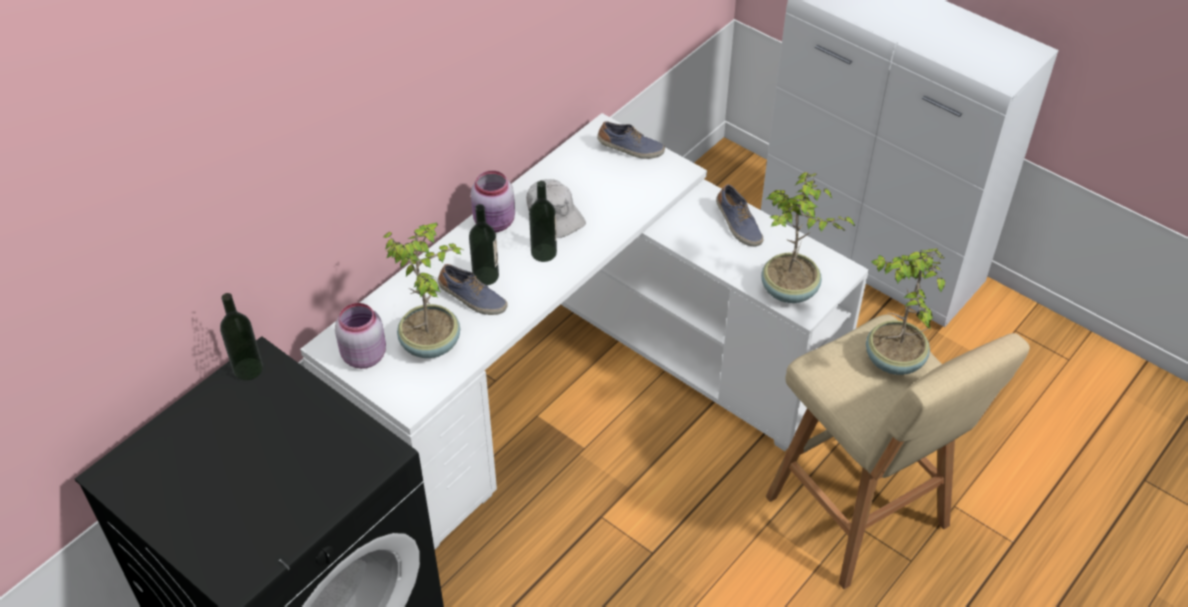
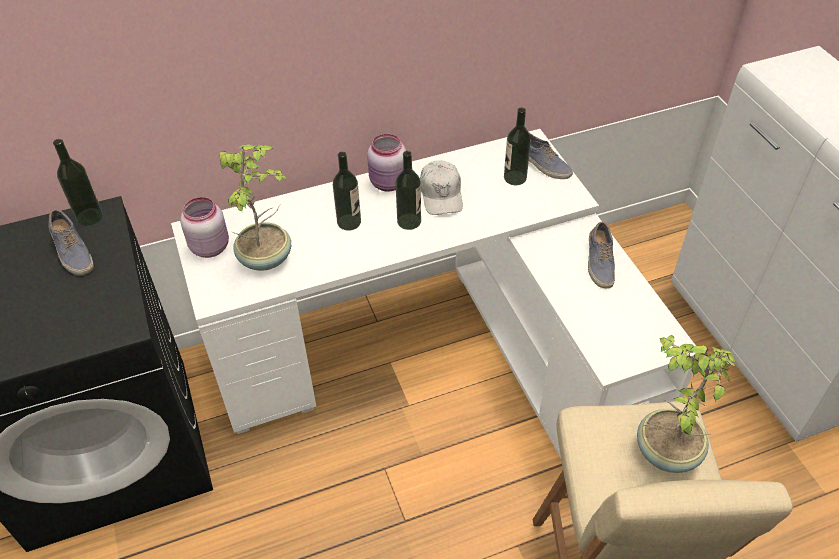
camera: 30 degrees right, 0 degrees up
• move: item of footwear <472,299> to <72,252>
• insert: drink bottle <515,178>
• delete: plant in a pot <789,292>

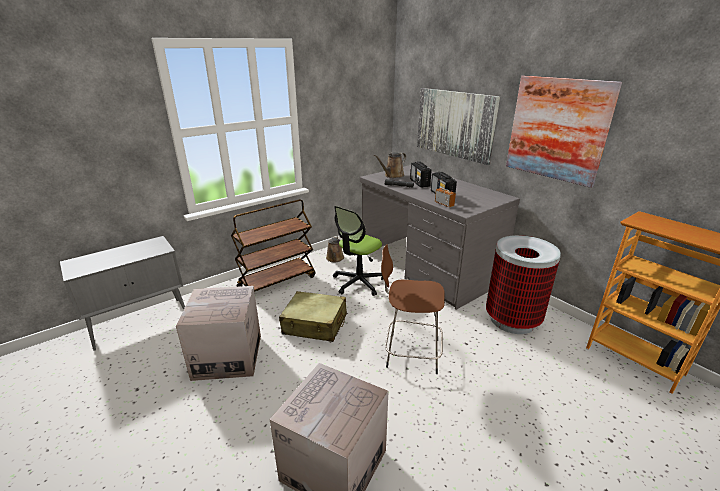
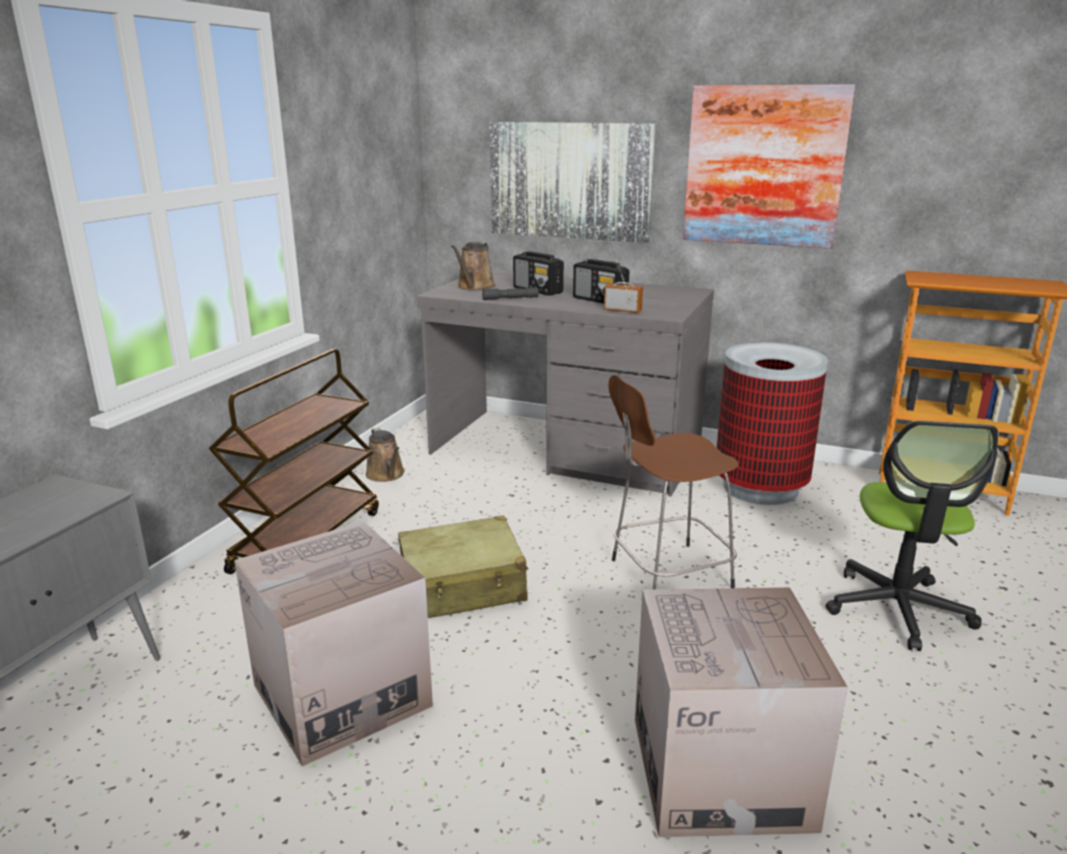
camera: 30 degrees left, 5 degrees down
• move: desk chair <358,282> to <897,609>

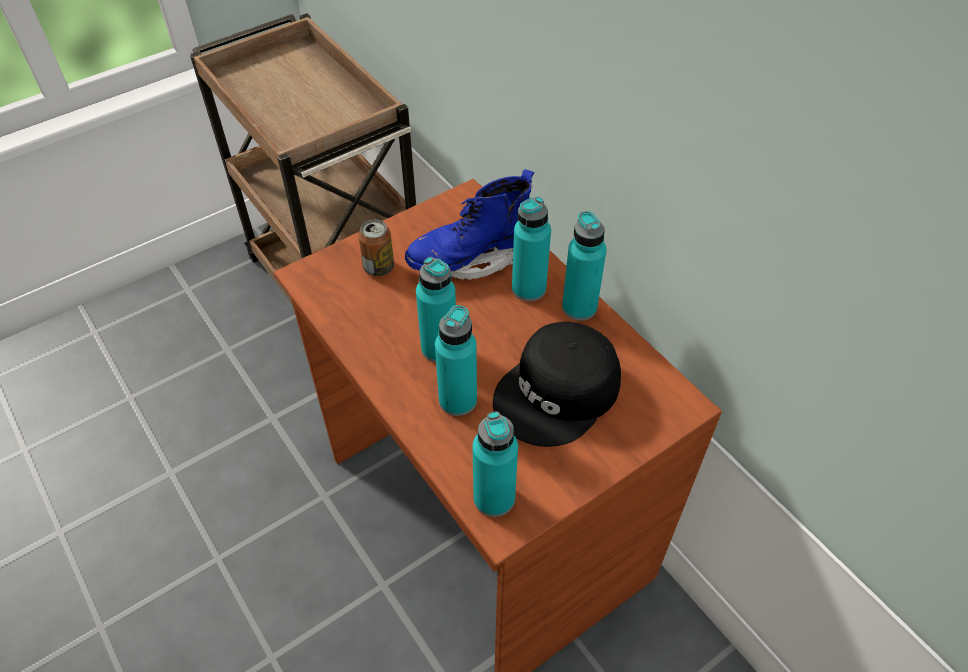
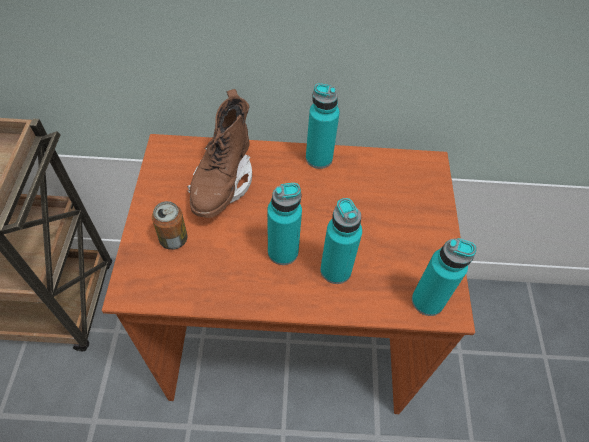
camera: 55 degrees left, 5 degrees up
• recolor: bluish tall boot <471,258> to brownish tall boot <222,182>
• delete: black-coloured baseball cap <559,393>
• delete: blue-green drink bottle <528,289>

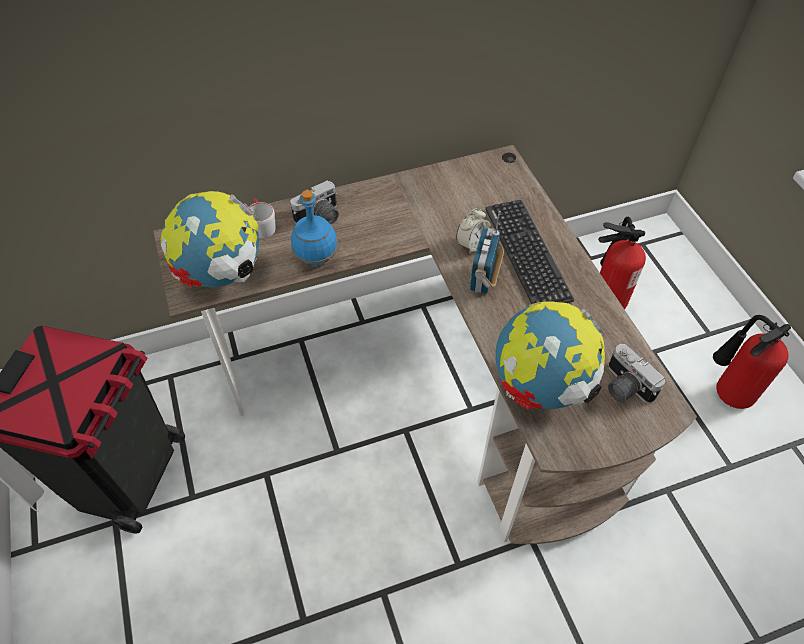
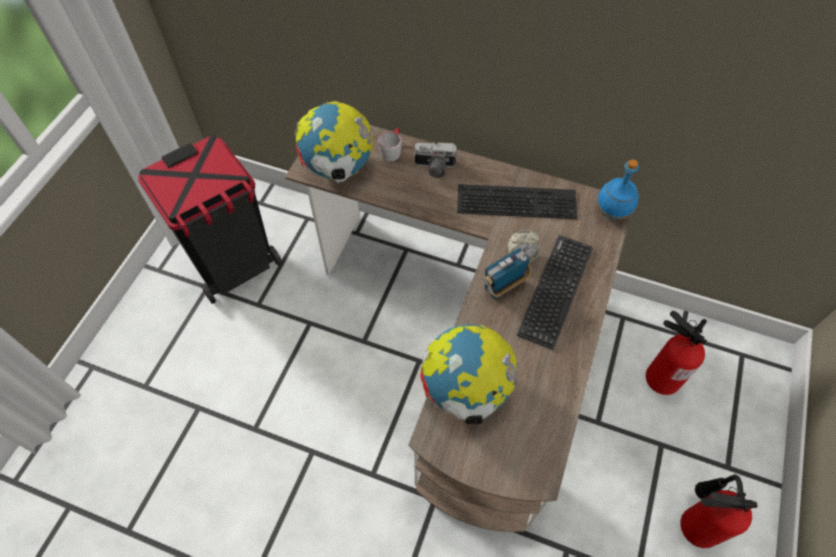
camera: 40 degrees right, 5 degrees up
• insert: keyboard <517,200>
• move: bluish drink bottle <316,260> to <611,213>
• delete: still camera <623,386>

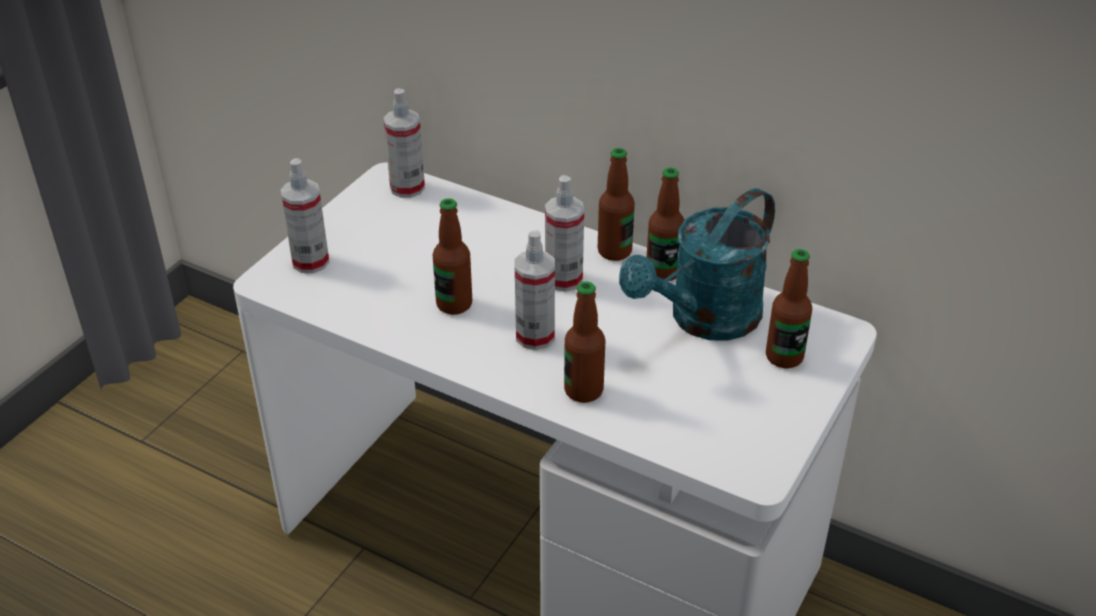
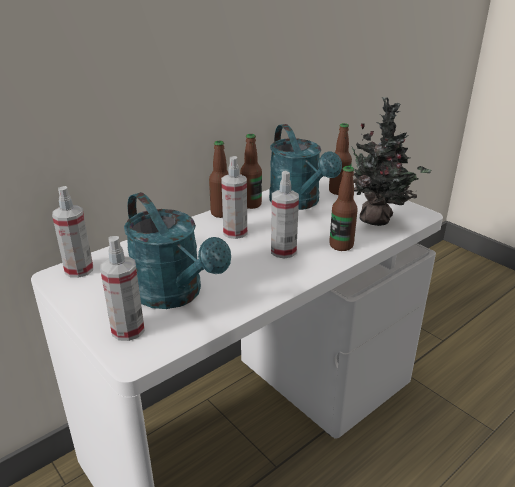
camera: 70 degrees left, 10 degrees down
• insert: blue-green sprinkling can <175,295>
• insert: plant in a pot <378,220>
• delete: drink bottle <454,304>

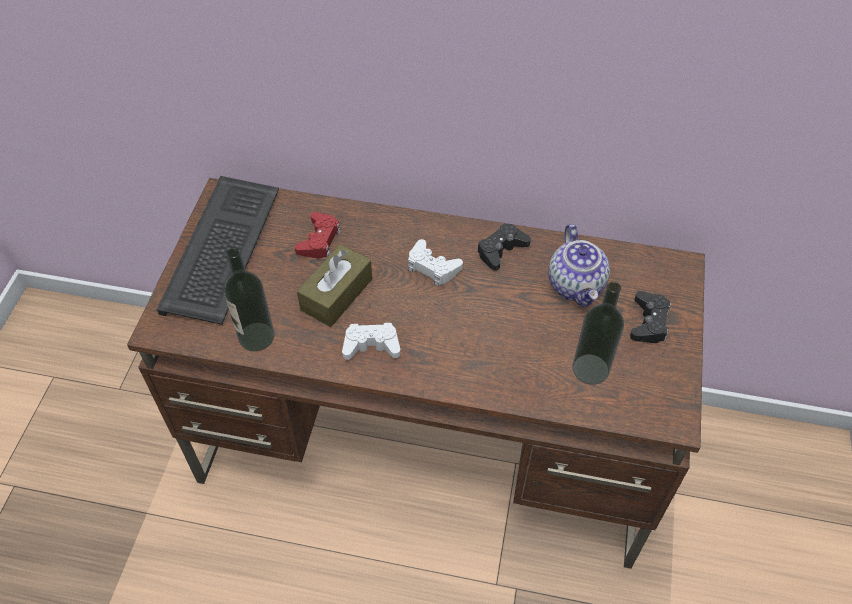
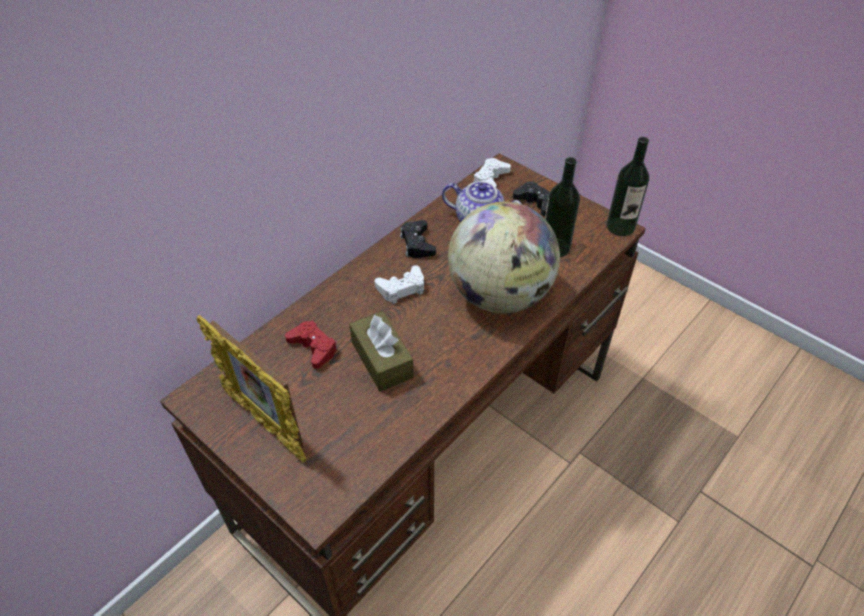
camera: 60 degrees left, 5 degrees down
• replace: keyboard <223,252> to standing frame <266,423>
• insert: desk globe <499,295>
• move: white game controller <371,345> to <490,179>
• move: drink bottle <256,336> to <620,227>

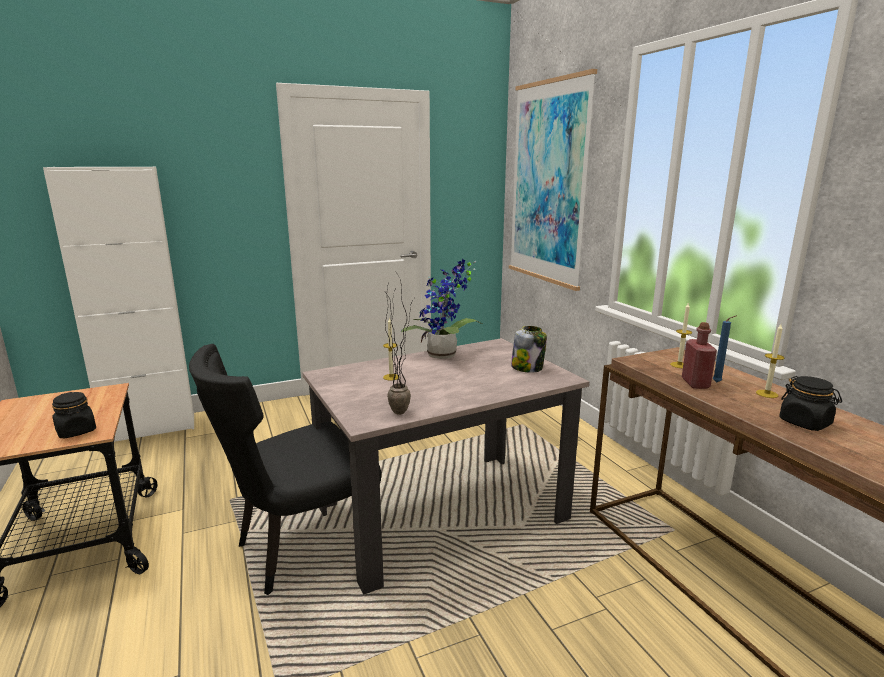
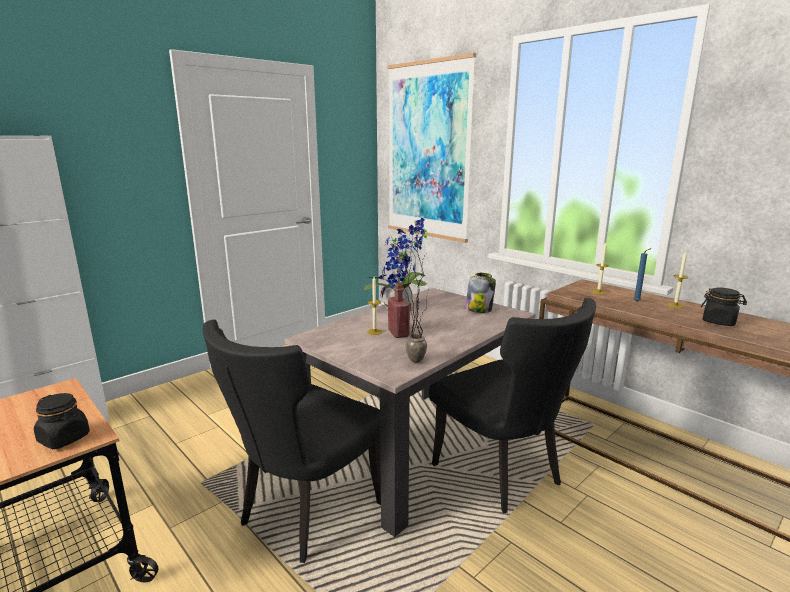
camera: 20 degrees left, 0 degrees up
• move: red-coloured drink bottle <695,383> to <398,333>
• insert: black-coloured plain chair <501,474>

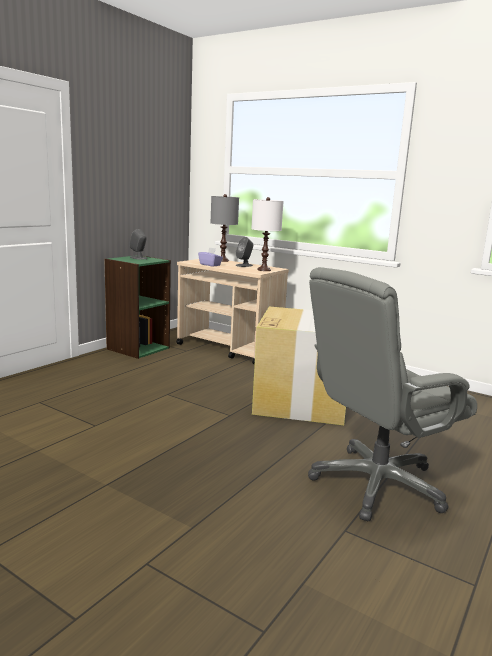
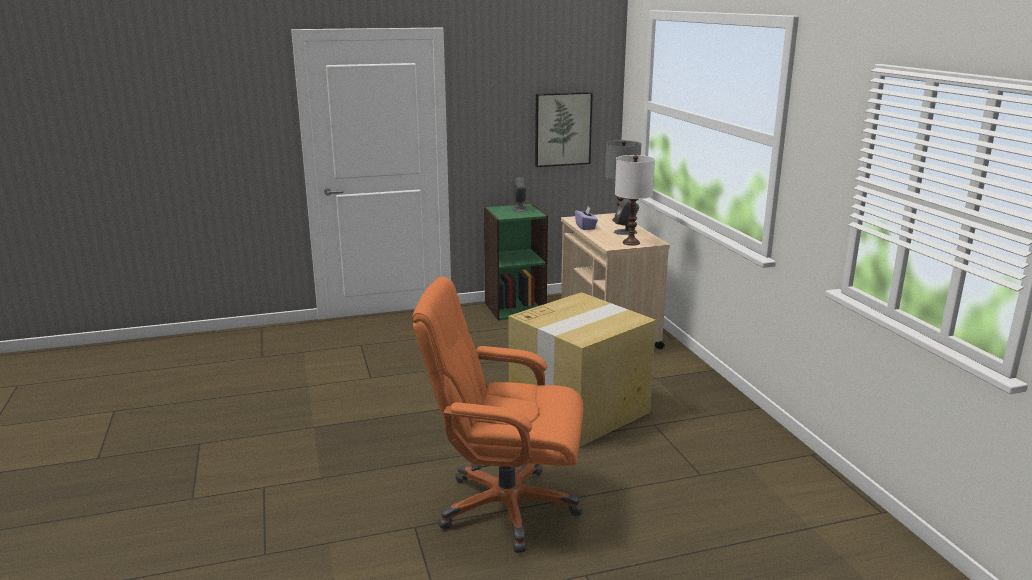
camera: 40 degrees right, 5 degrees up
• recolor: greyish desk chair <376,484> to orange desk chair <505,507>
• insert: wall art <562,129>

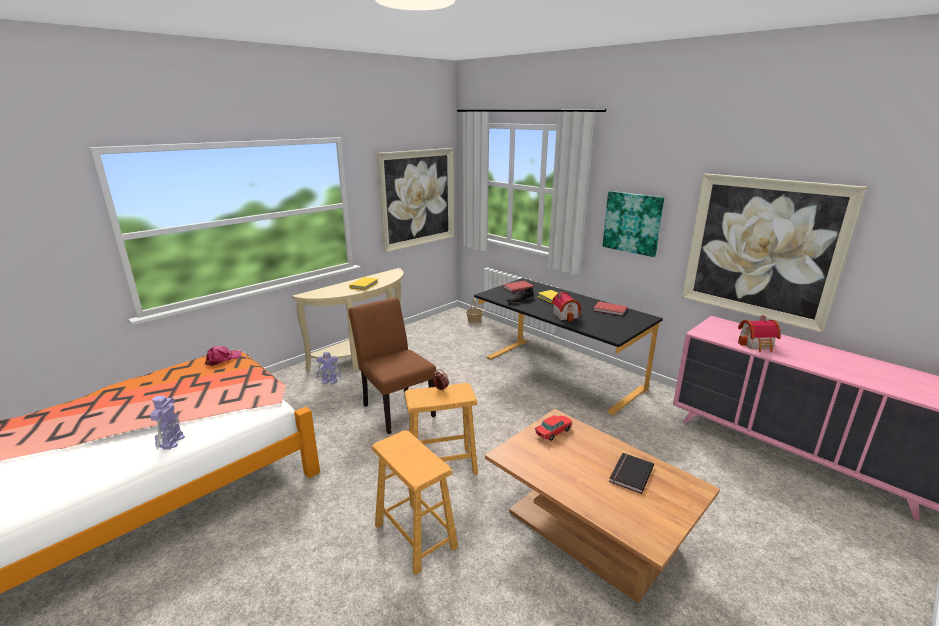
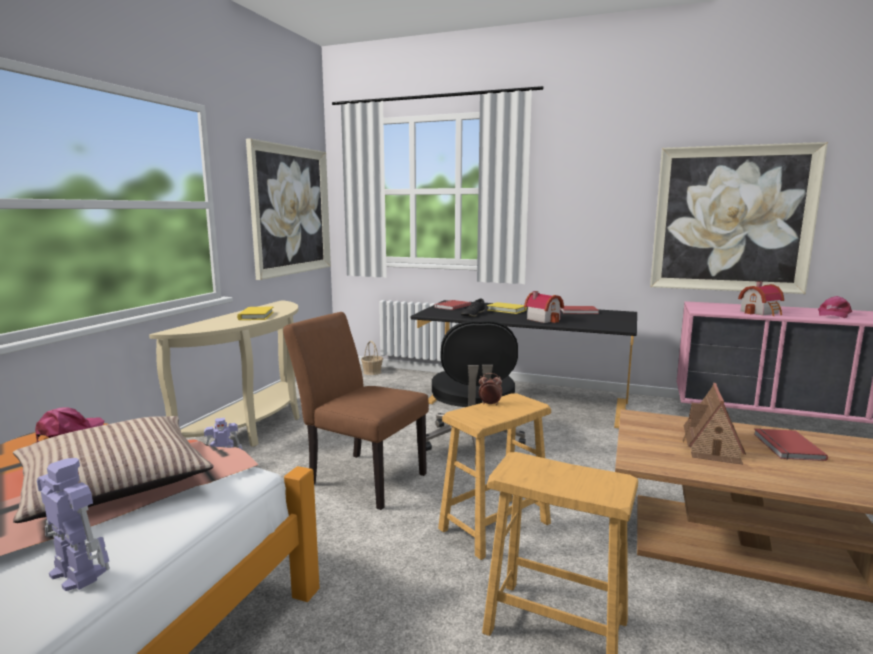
camera: 25 degrees left, 10 degrees down
• insert: cushion <114,482>
• rotate: robot figure <172,442> = <77,572> 150 degrees clockwise
• insert: black-coloured desk chair <472,442>
• insert: toy house <712,446>
• recolor: black-coloured bound book <629,474> to red-coloured bound book <786,447>
• insert: pinkish baseball cap <833,314>
• delete: miniature car <553,432>
• delete: wall art <632,223>

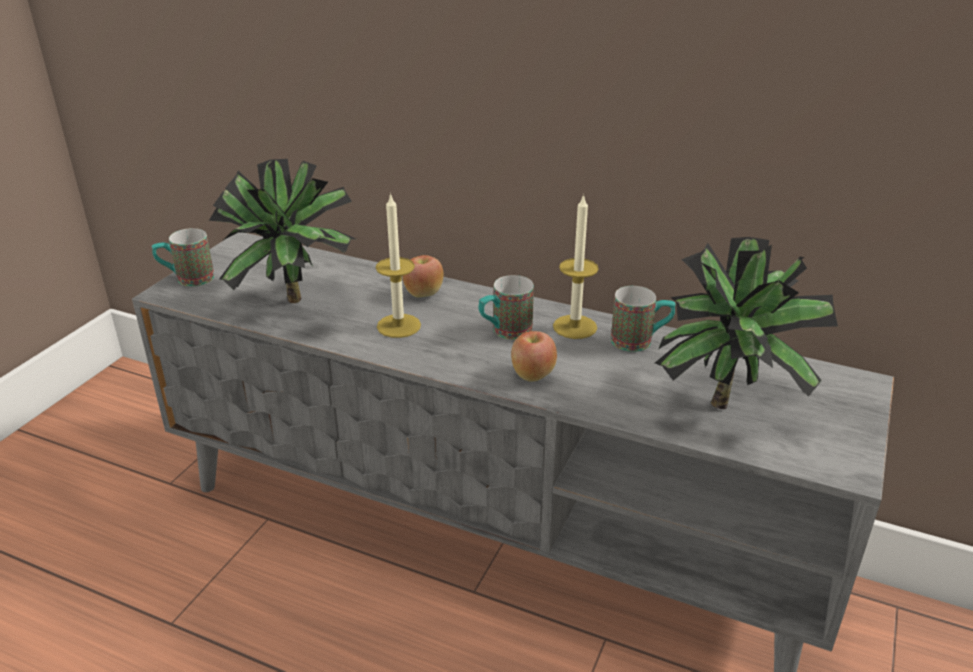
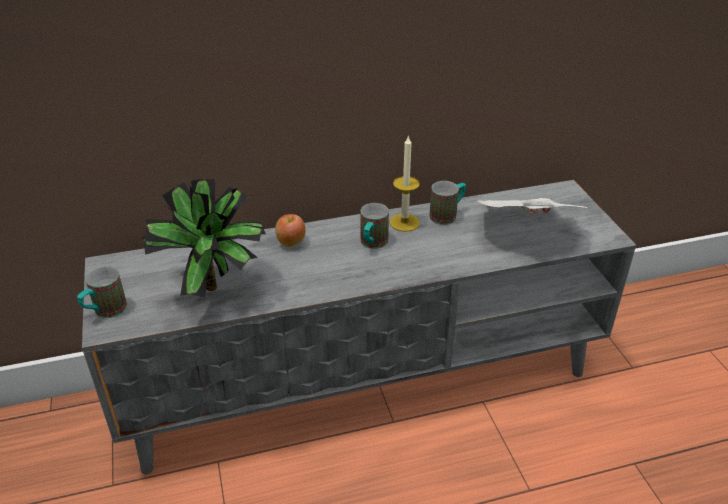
camera: 40 degrees left, 5 degrees up
• replace: plant in a pot <730,402> to newspaper <527,228>
• delete: wax candle <398,326>
• delete: apple <532,375>

